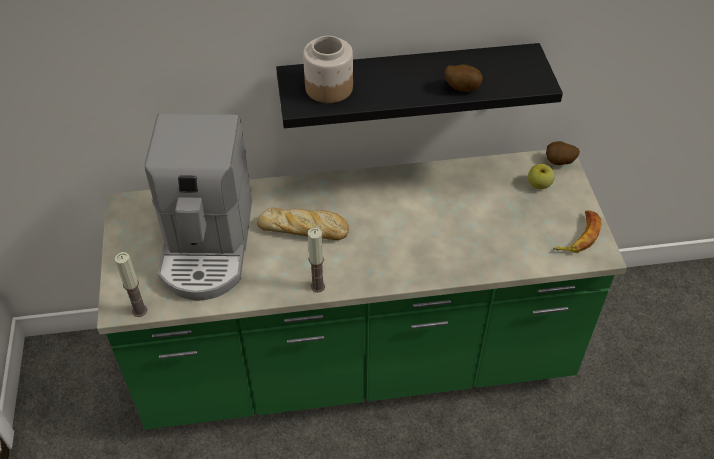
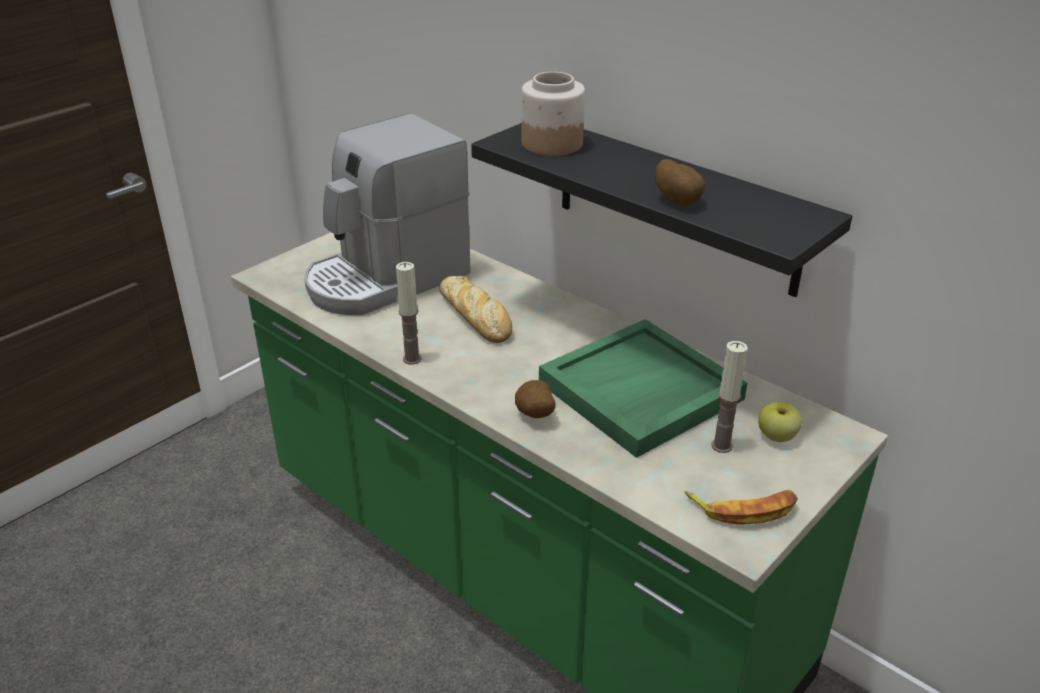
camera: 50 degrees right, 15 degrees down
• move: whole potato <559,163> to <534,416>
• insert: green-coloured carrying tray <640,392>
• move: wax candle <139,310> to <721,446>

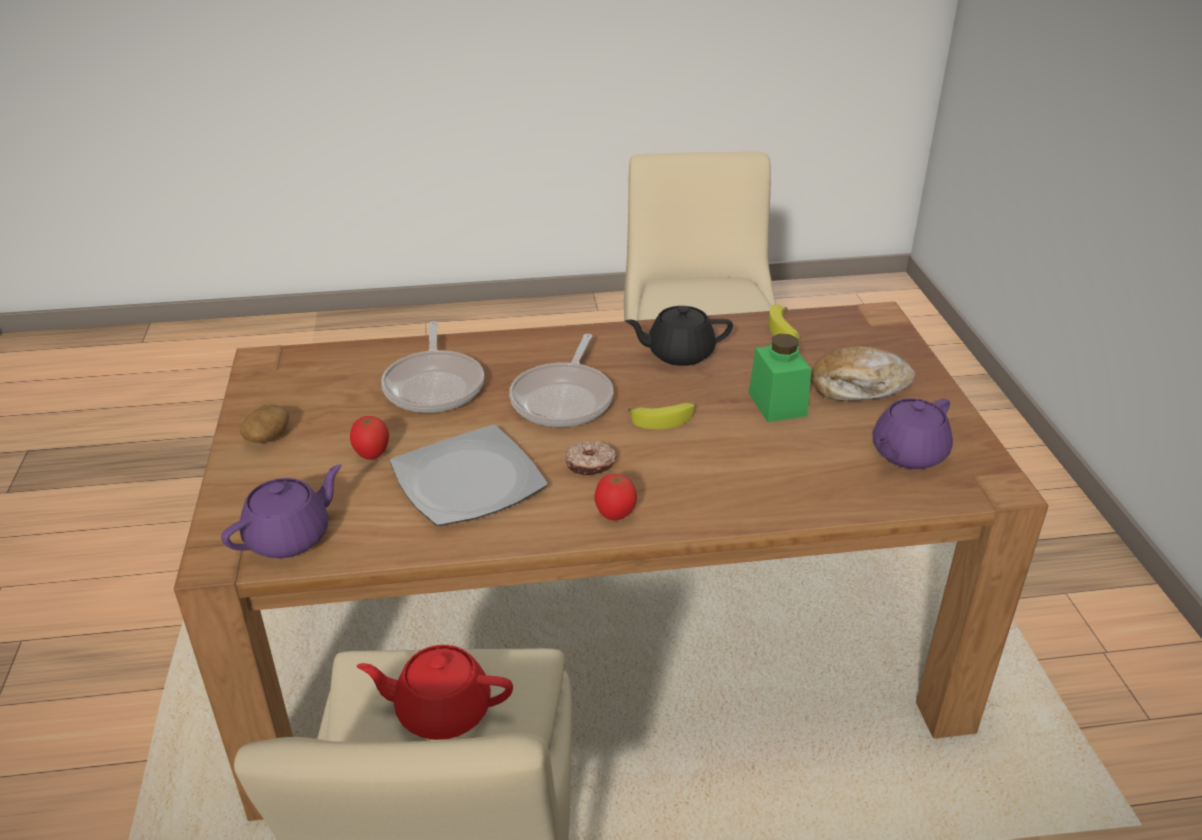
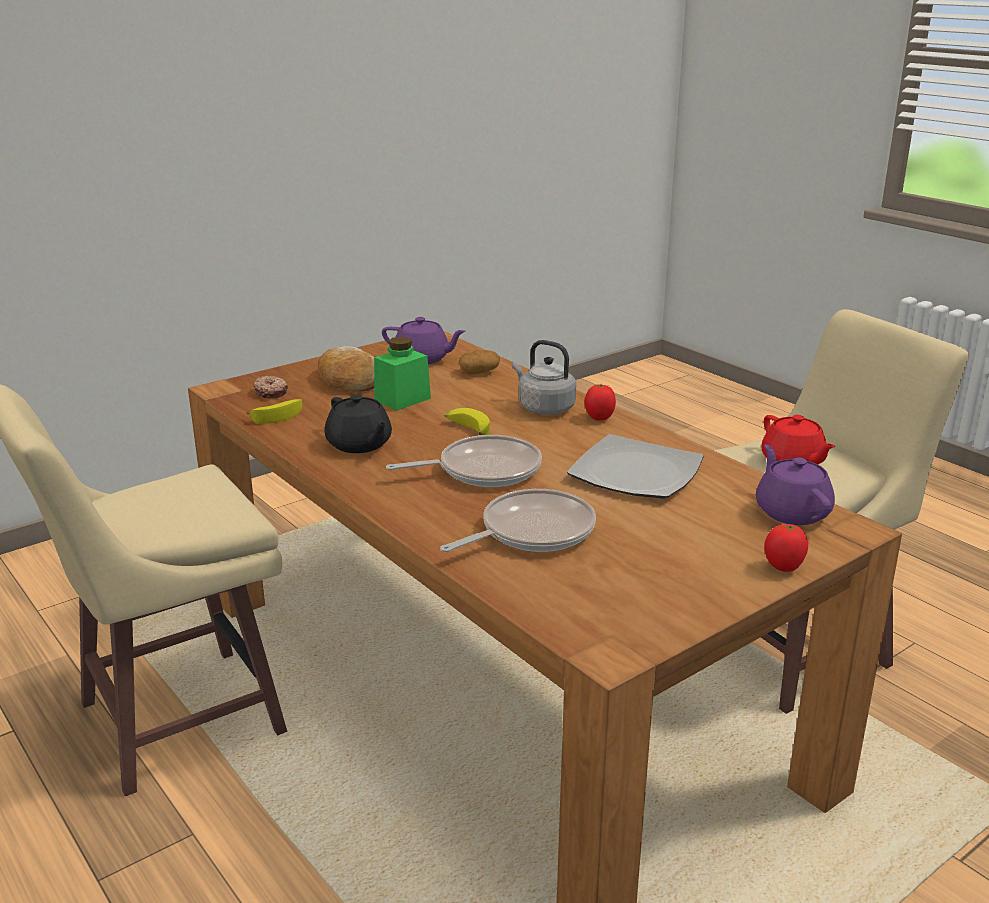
camera: 120 degrees left, 10 degrees down
• move: ring doughnut <590,465> to <271,392>
• move: whole potato <267,436> to <479,372>
• insert: greyish tea kettle <543,408>
• rotate: purple-coloured tea pot <290,537> = <792,512> 60 degrees clockwise
• move: fresh tomato <372,455> to <783,568>

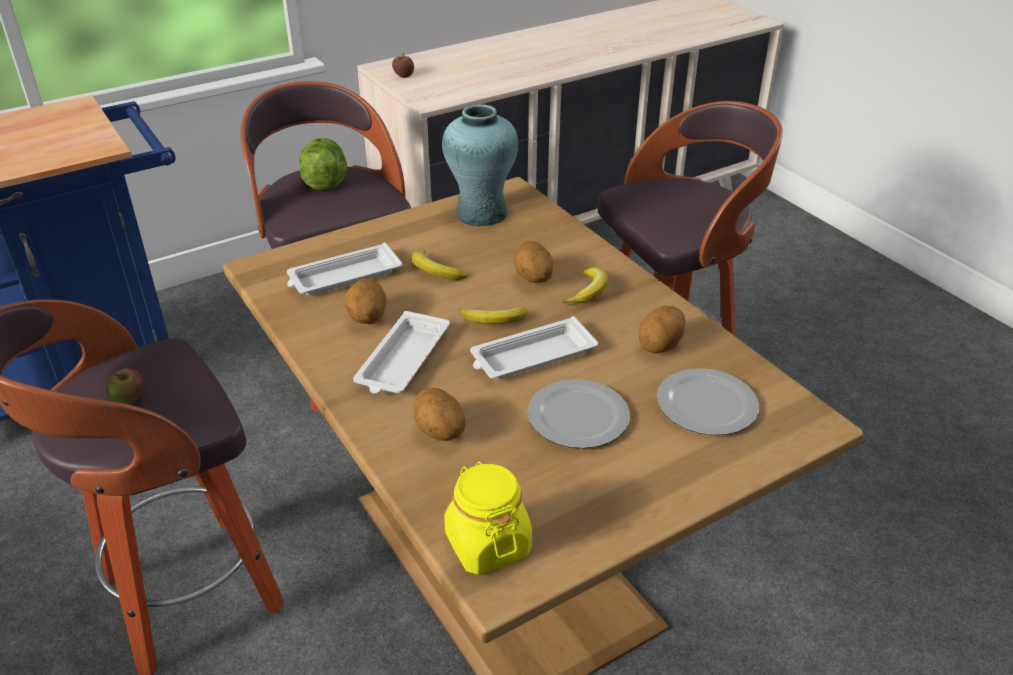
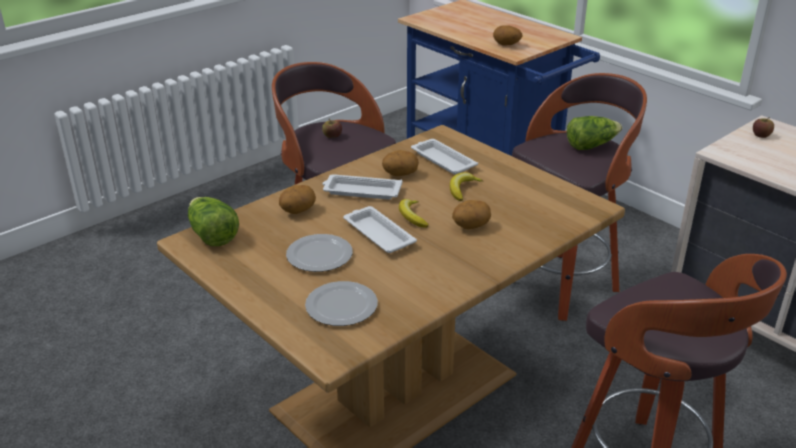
camera: 80 degrees right, 5 degrees down
• replace: yellow-coloured preserve jar <487,544> to lettuce head <212,235>
• move: whole potato <660,346> to <506,45>
• delete: blue-green flower vase <481,213>
• delete: banana <589,292>

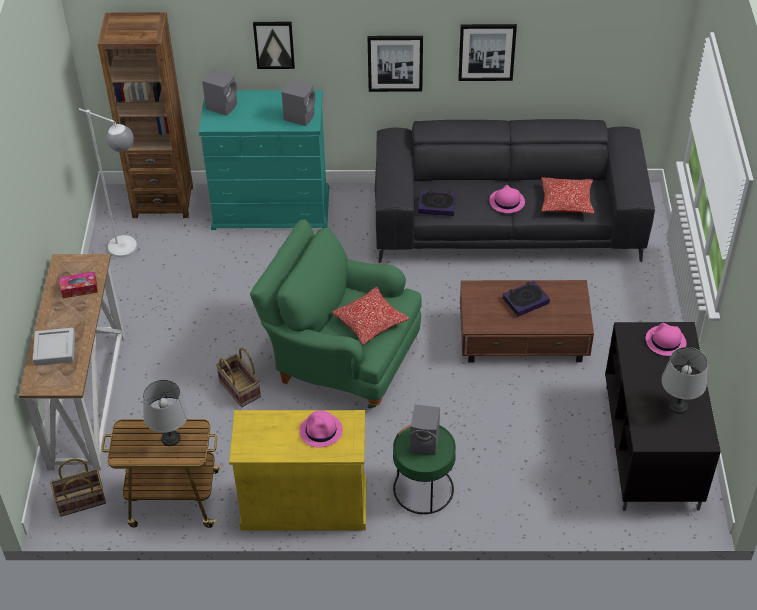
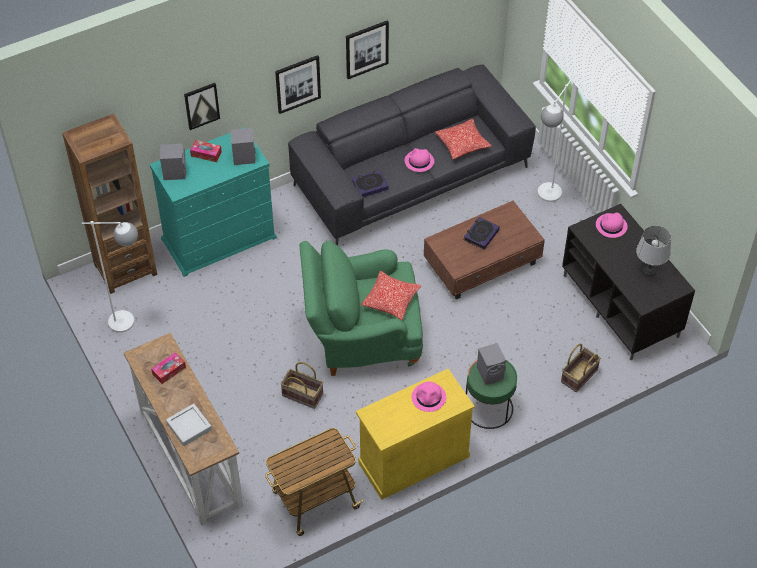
camera: 30 degrees left, 5 degrees up
• insert: box of tissues <206,154>
• insert: white standard lamp <545,198>
• move: basket <81,501> to <579,376>
• delete: greyish lamp for a table <171,438>

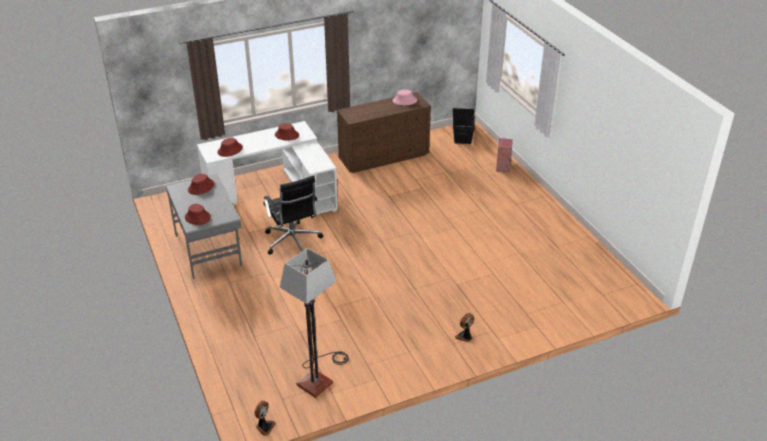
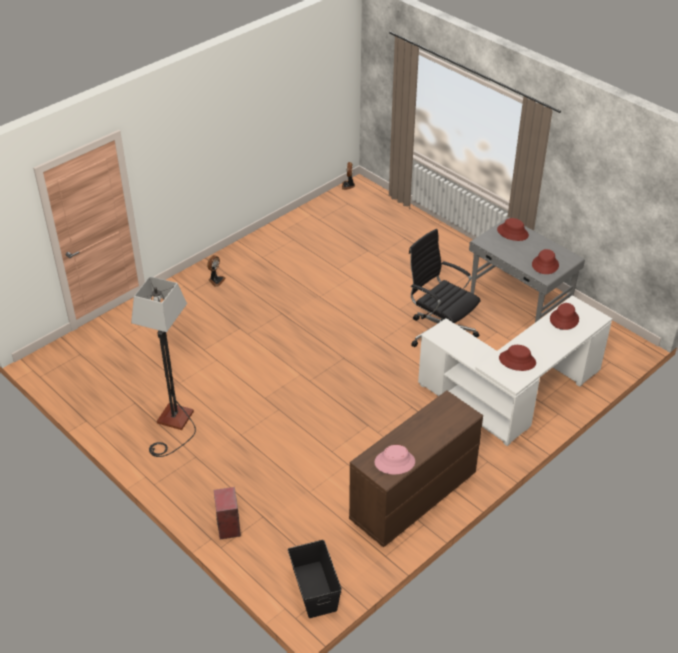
camera: 160 degrees right, 5 degrees up
• move: standard lamp <319,377> to <173,425>

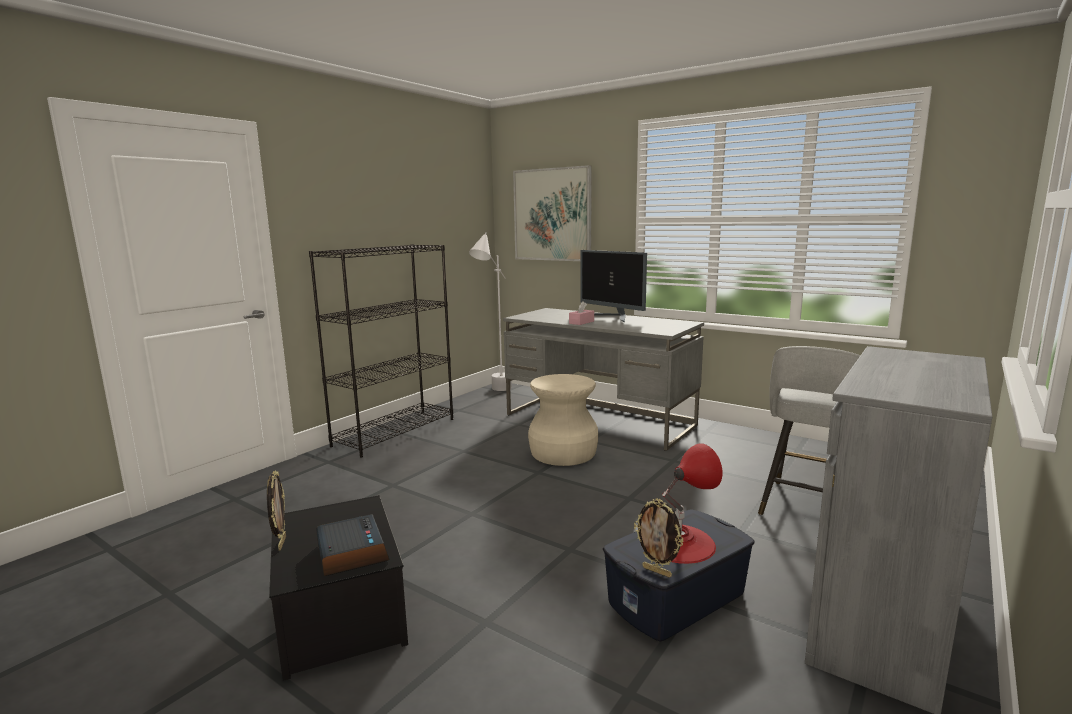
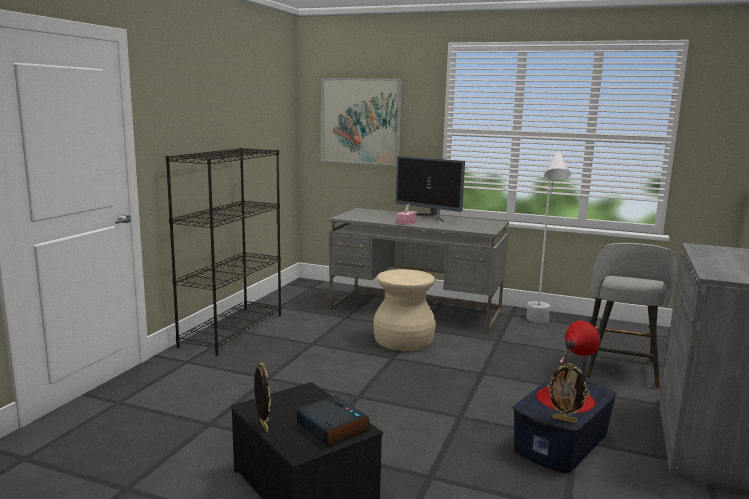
camera: 15 degrees left, 0 degrees up
• move: white standard lamp <494,392> to <540,325>

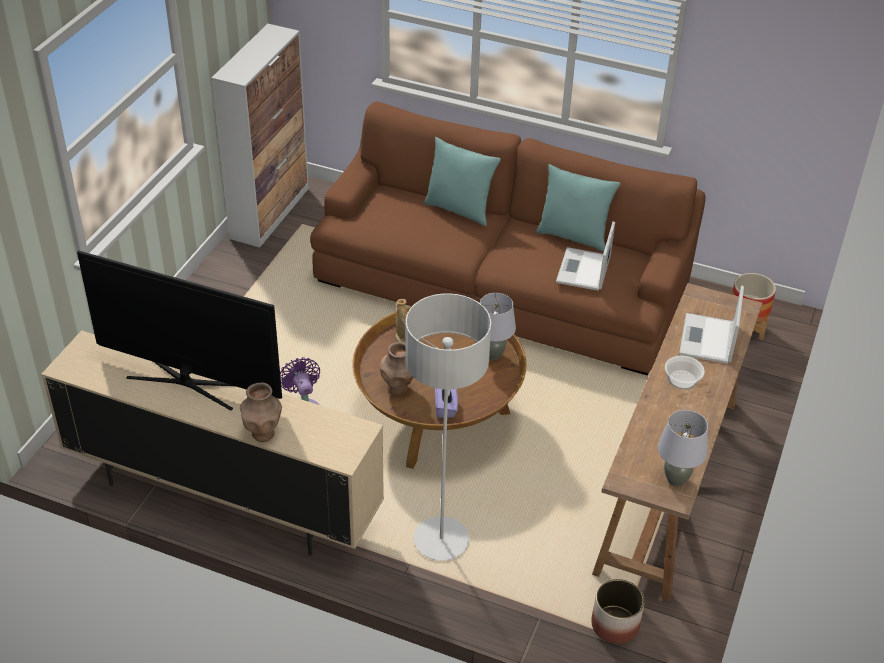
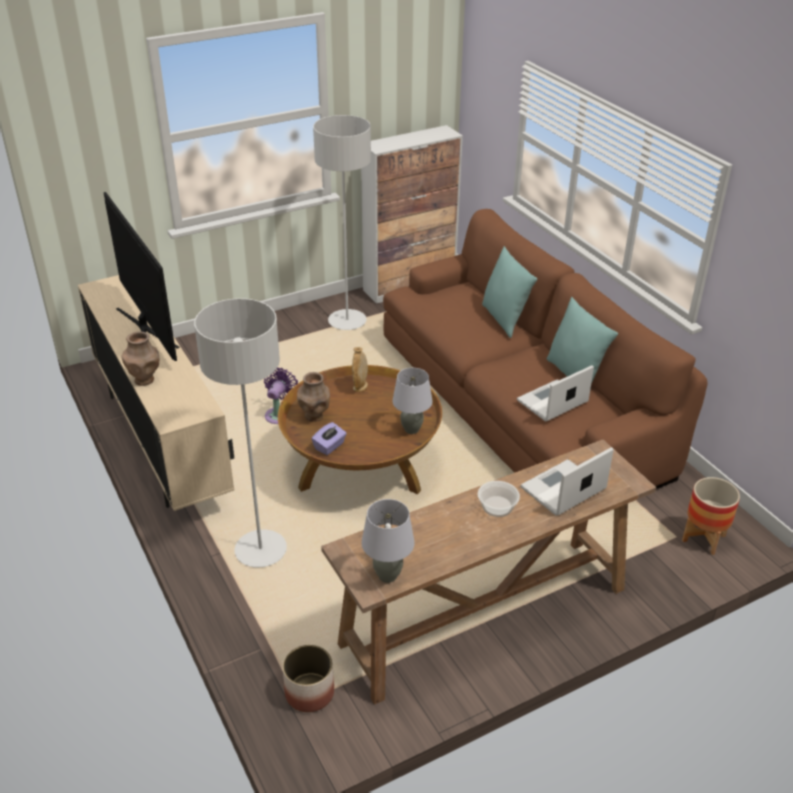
camera: 40 degrees right, 5 degrees down
• insert: greyish standard lamp <347,321>

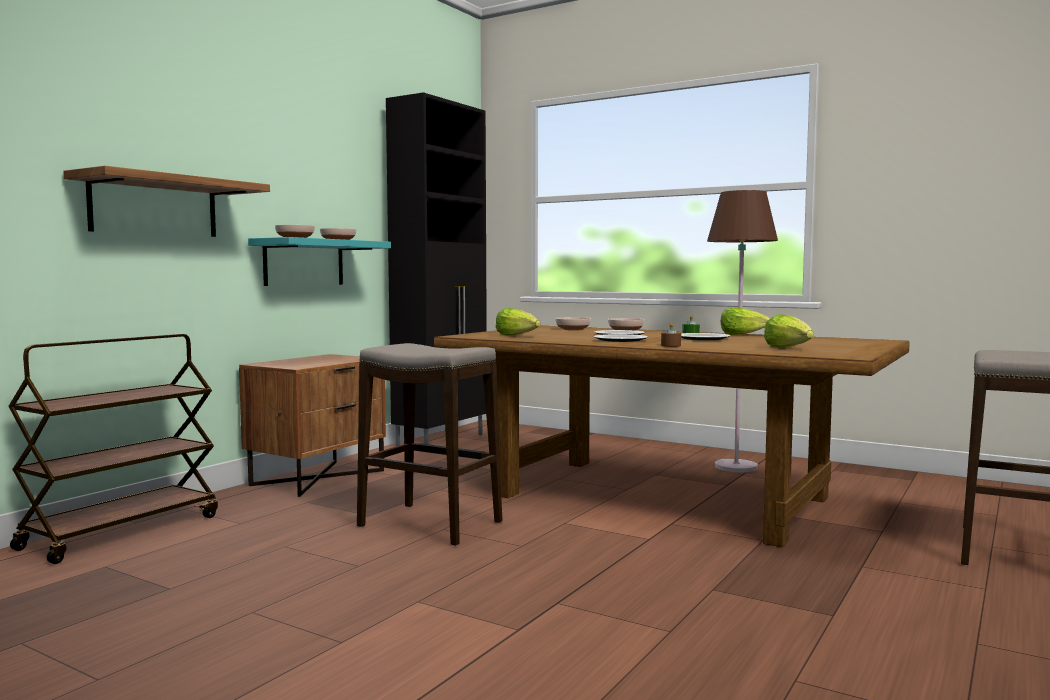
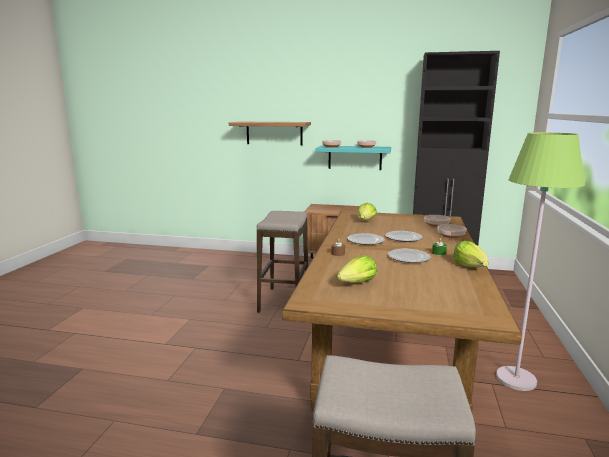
camera: 70 degrees right, 10 degrees up
• recolor: brownish standard lamp <736,467> to green-coloured standard lamp <516,379>
• delete: brownish cart <122,531>

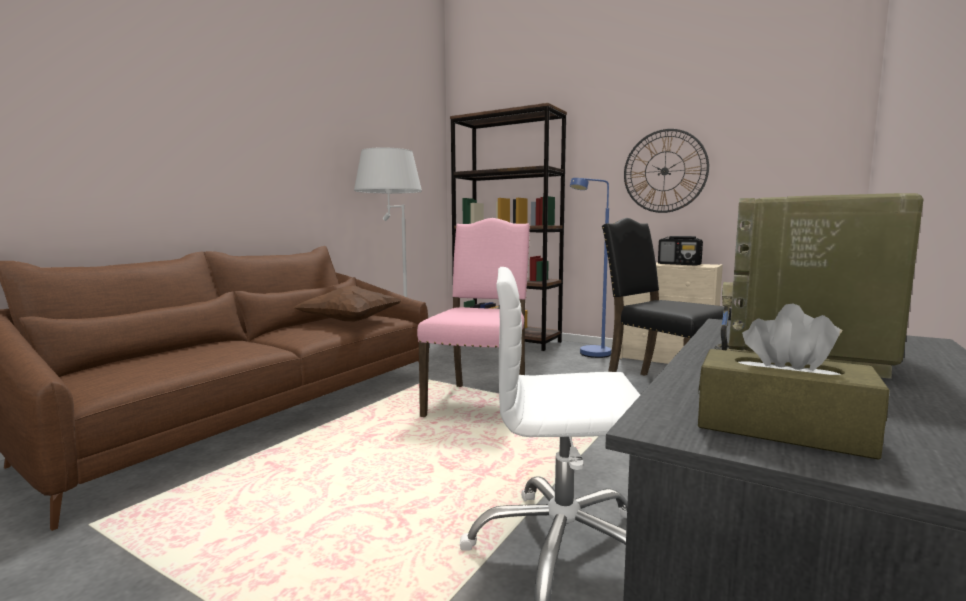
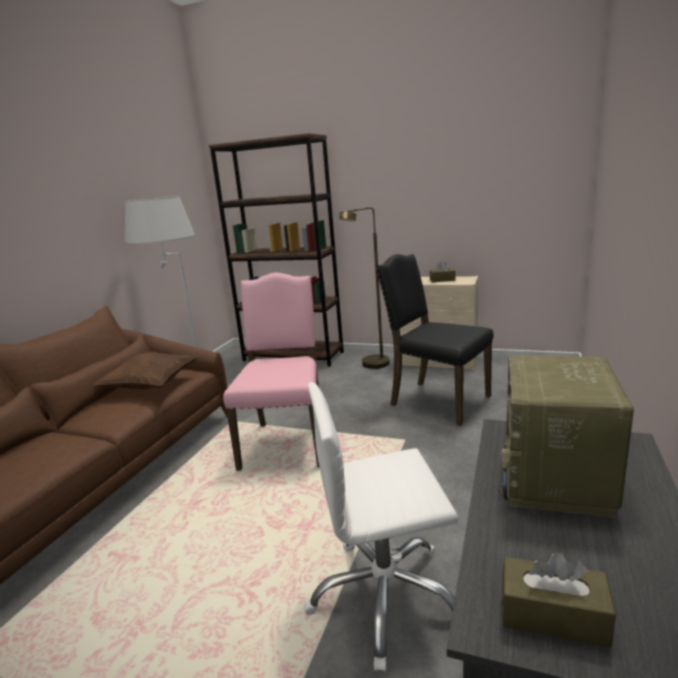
camera: 10 degrees left, 10 degrees up
• recolor: bluish standard lamp <590,355> to brownish standard lamp <372,366>
• replace: radio receiver <679,264> to brownish box of tissues <442,280>
• delete: clock on the wall <664,171>

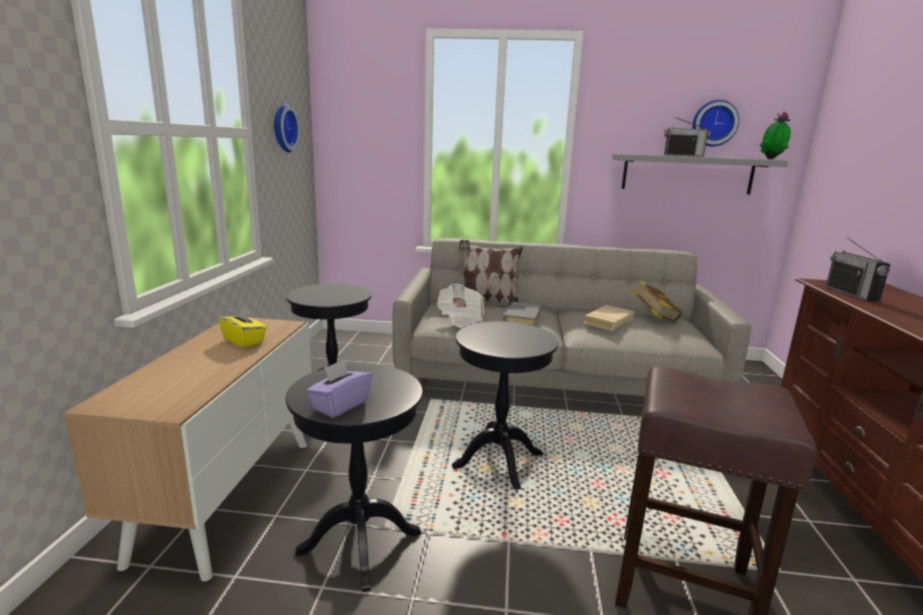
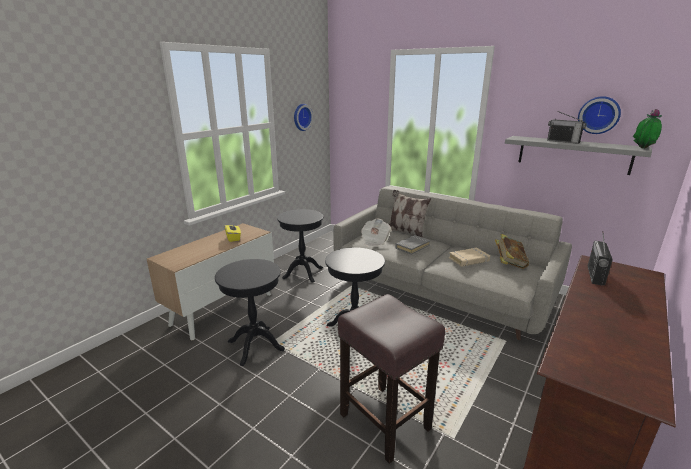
camera: 30 degrees right, 5 degrees up
• delete: purple-coloured box of tissues <340,405>

